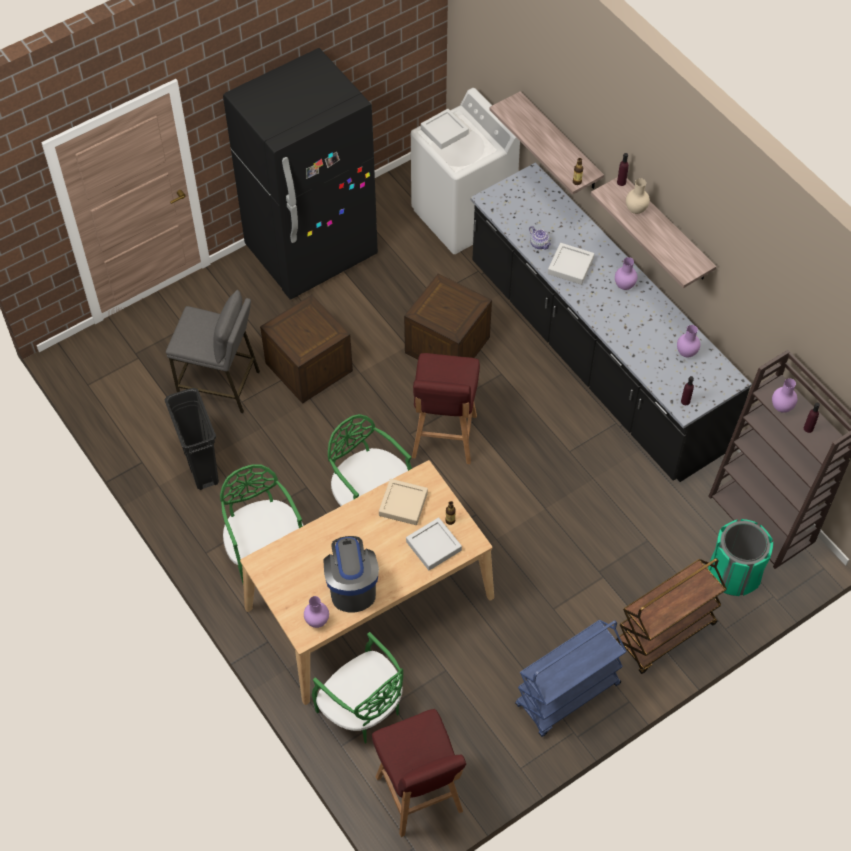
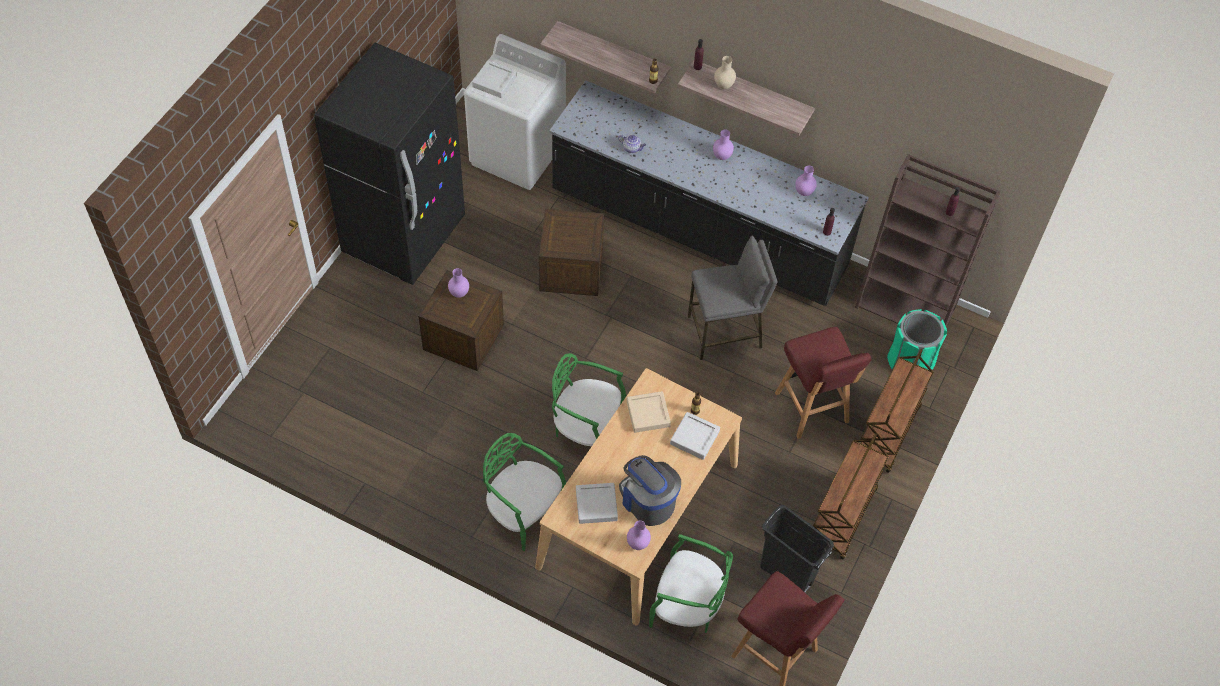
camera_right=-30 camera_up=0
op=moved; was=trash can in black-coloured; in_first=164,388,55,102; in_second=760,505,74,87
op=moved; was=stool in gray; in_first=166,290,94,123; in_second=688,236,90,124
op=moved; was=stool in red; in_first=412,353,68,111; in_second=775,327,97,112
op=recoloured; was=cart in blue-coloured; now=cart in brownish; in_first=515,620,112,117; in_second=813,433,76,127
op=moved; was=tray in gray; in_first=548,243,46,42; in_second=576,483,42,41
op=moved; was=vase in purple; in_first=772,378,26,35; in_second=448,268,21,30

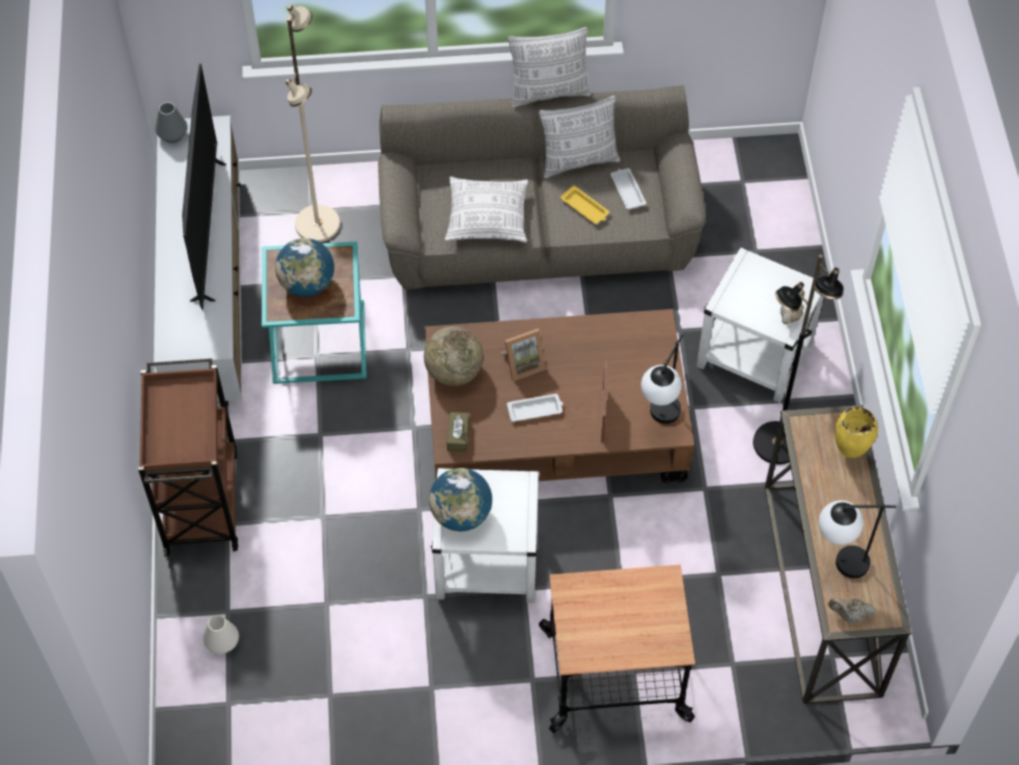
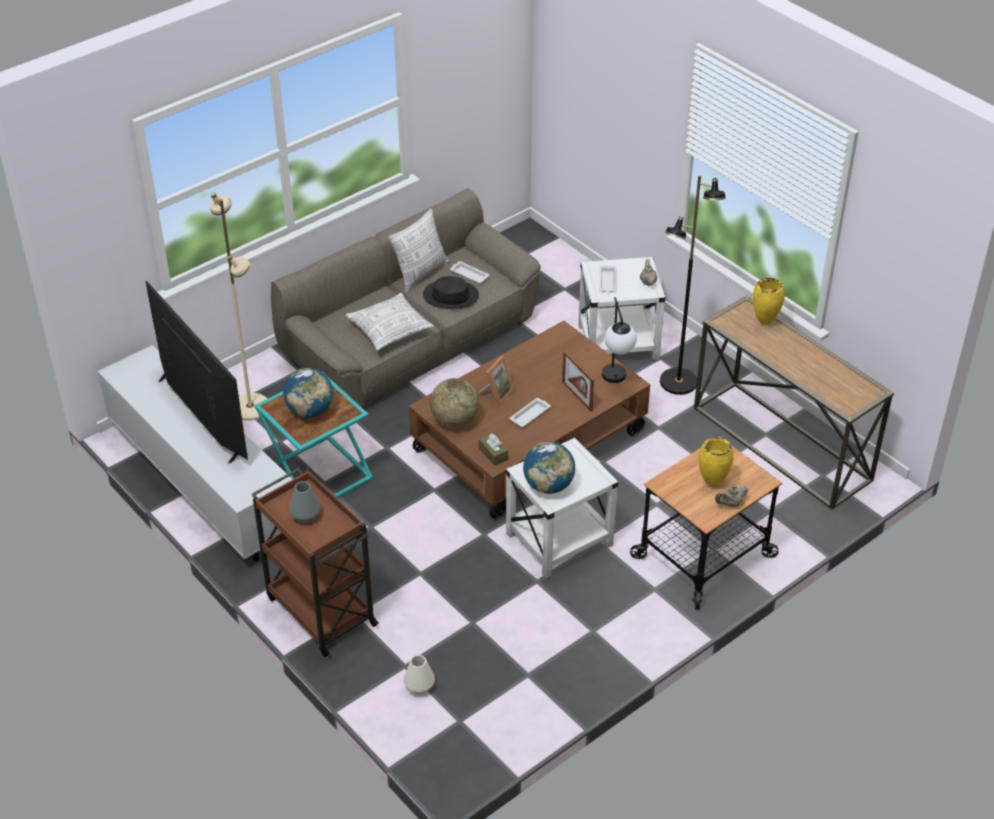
camera_right=-35 camera_up=-15
op=moved; was=vase in gray; in_first=155,102,33,41; in_second=289,481,32,42
op=removed; was=throw pillow; in_first=508,27,83,81
op=replaced; was=tray in yellowish; now=hat in black-coloured; in_first=560,186,49,38; in_second=423,276,56,33
op=removed; was=lamp for a table; in_first=819,500,77,78
op=moved; was=teapot in beige; in_first=828,598,48,25; in_second=715,485,33,22
op=added; now=tray in whitish; in_second=599,266,18,27
op=added; now=vase in yellowish; in_second=699,437,35,50

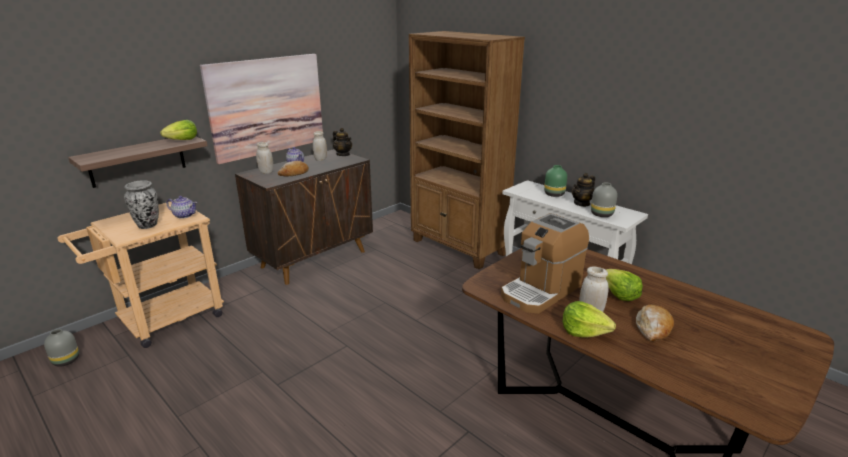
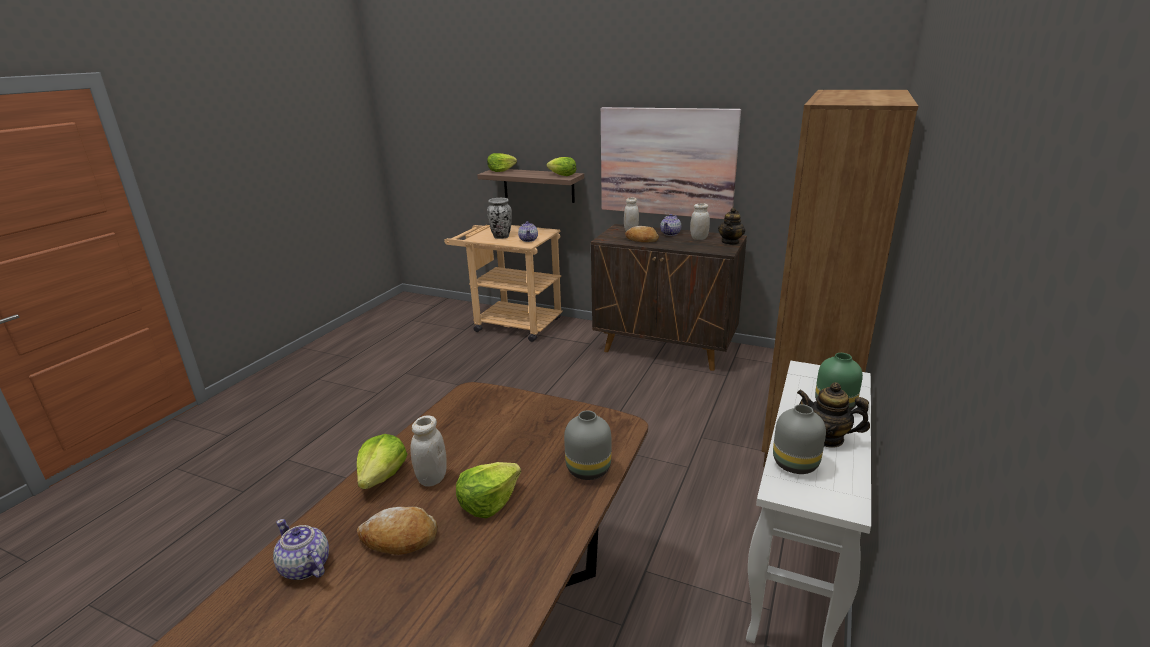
camera_right=70 camera_up=0
op=moved; was=vase in gray; in_first=44,329,35,38; in_second=564,411,47,69
op=removed; was=coffee maker; in_first=501,213,88,101
op=added; now=teapot; in_second=273,519,56,61
op=added; now=lettuce; in_second=487,153,30,19

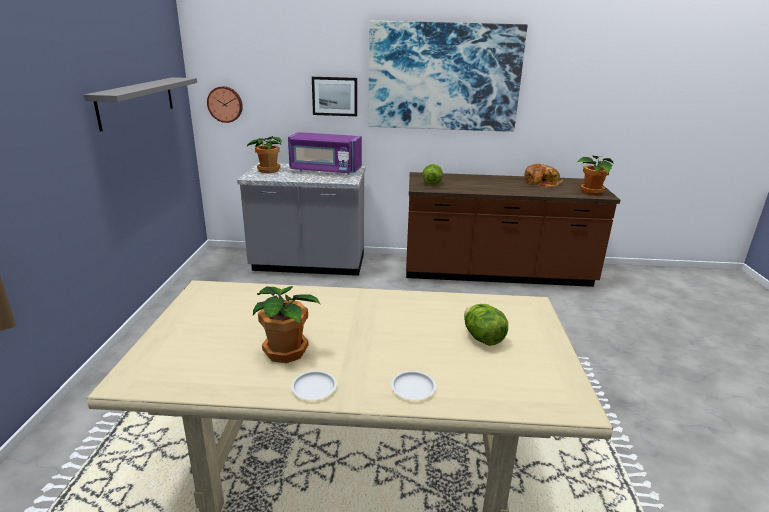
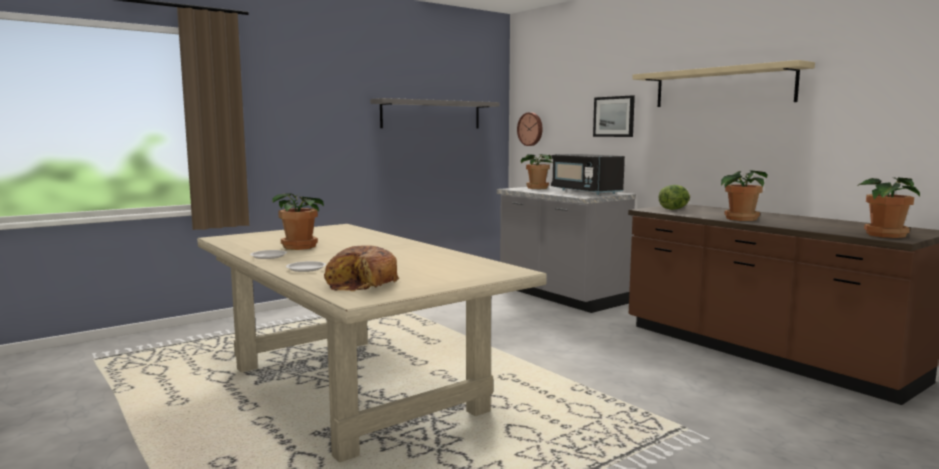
camera_right=50 camera_up=-15
op=recoloured; was=kitchen microwave in purple; now=kitchen microwave in black-coloured; in_first=288,132,74,43; in_second=551,154,74,41
op=replaced; was=wall picture; now=bracket shelf in beige; in_first=369,21,159,111; in_second=632,60,183,47
op=removed; was=lettuce; in_first=464,304,44,42
op=moved; was=bakery bread; in_first=524,164,39,23; in_second=324,246,75,45
op=added; now=potted plant; in_second=721,171,47,50

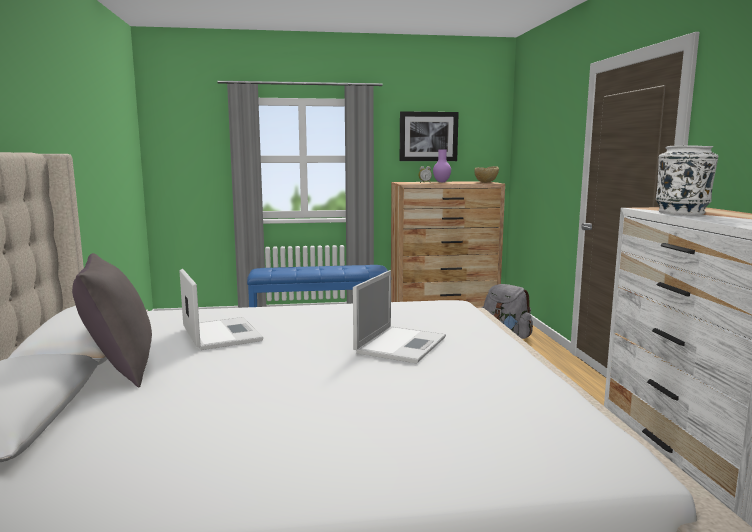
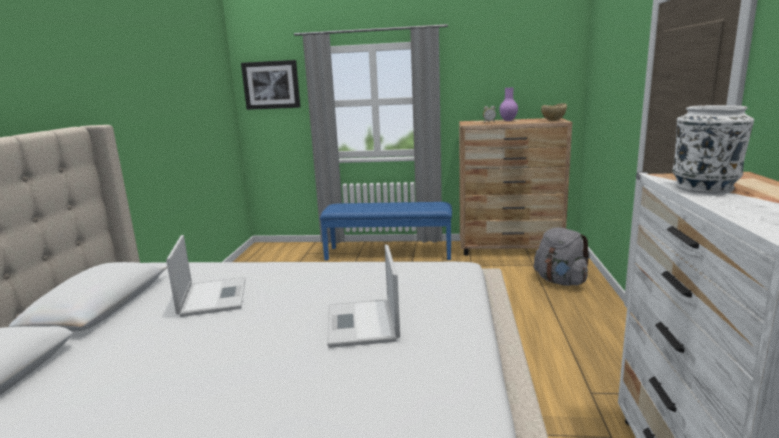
camera_right=15 camera_up=5
op=removed; was=throw pillow in gray; in_first=72,253,80,135
op=turned; was=notebook computer; in_first=353,270,93,93; in_second=327,245,73,103; clockwise=135
op=moved; was=wall picture; in_first=400,111,59,50; in_second=241,60,59,50

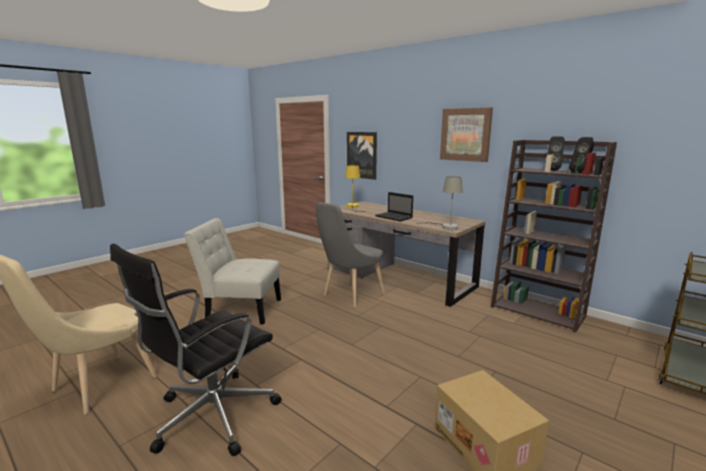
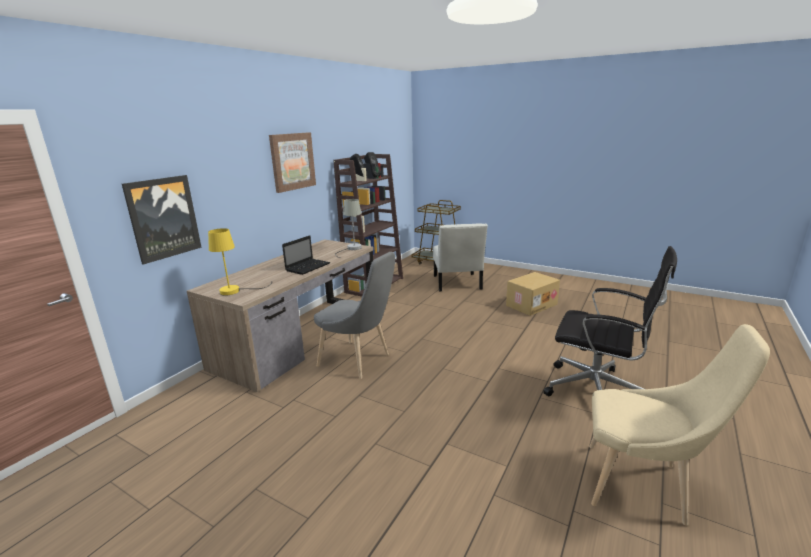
camera_right=-100 camera_up=5
op=moved; was=upright chair in whitish; in_first=184,218,97,107; in_second=433,223,55,69

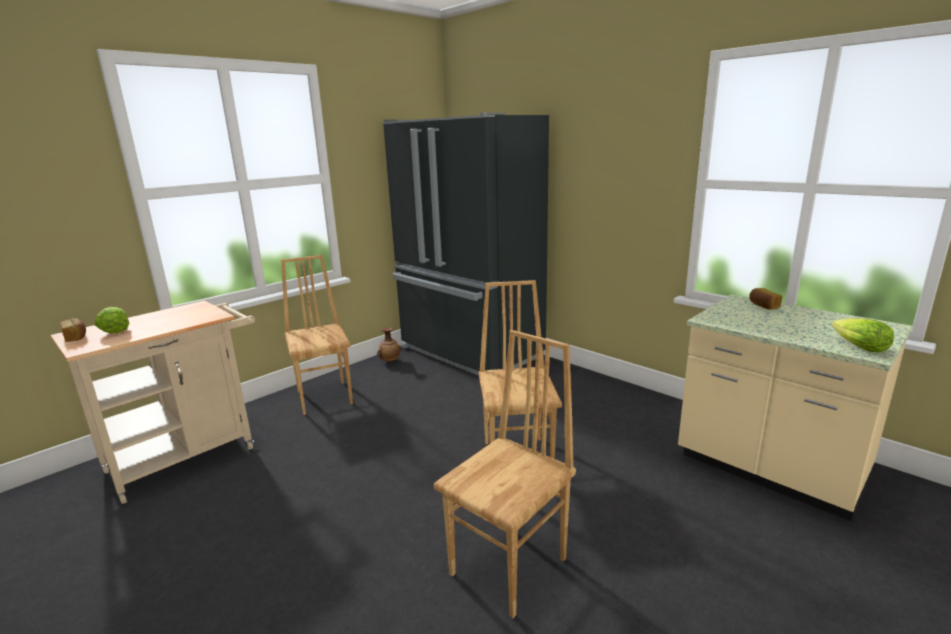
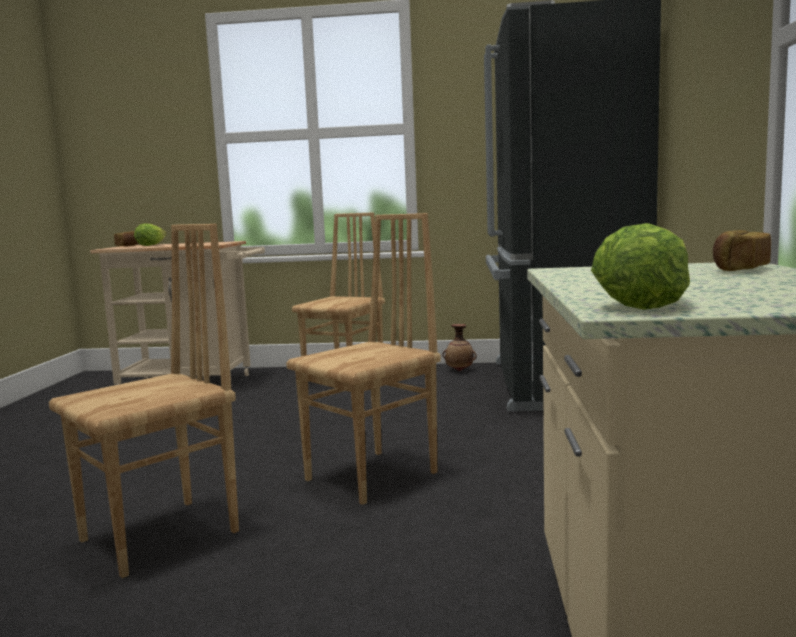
camera_right=50 camera_up=-10
op=turned; was=upright chair in brownish; in_first=434,330,142,288; in_second=49,224,190,354; clockwise=-45

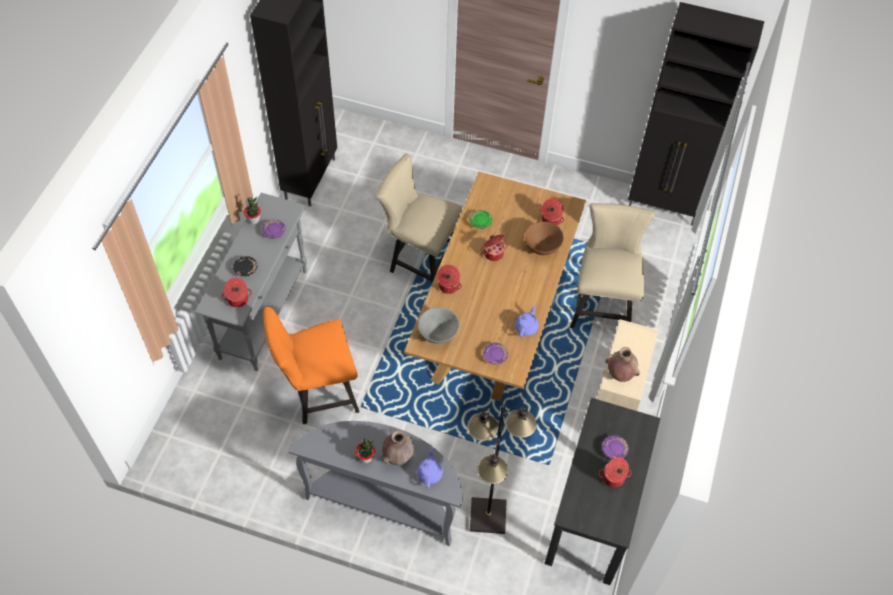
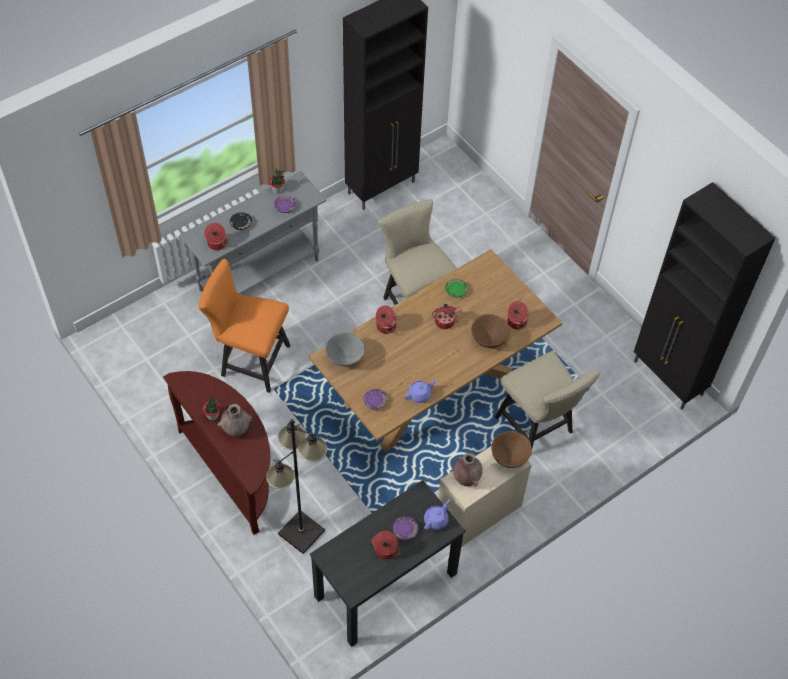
camera_right=35 camera_up=0
op=recoloured; was=hall table in gray; now=hall table in brownish; in_first=288,421,175,125; in_second=163,371,107,164
op=moved; was=teapot in purple; in_first=417,447,26,41; in_second=424,499,26,31
op=turned; was=upright chair in beige; in_first=570,203,85,125; in_second=495,351,105,97; clockwise=105
op=added; now=serving bowl in brownish; in_second=491,431,41,37

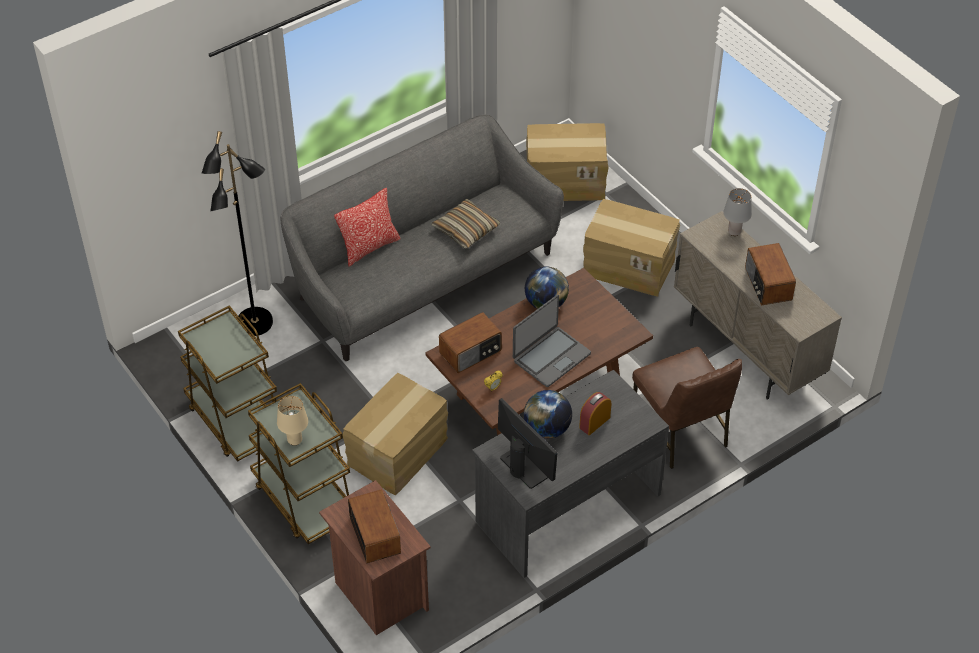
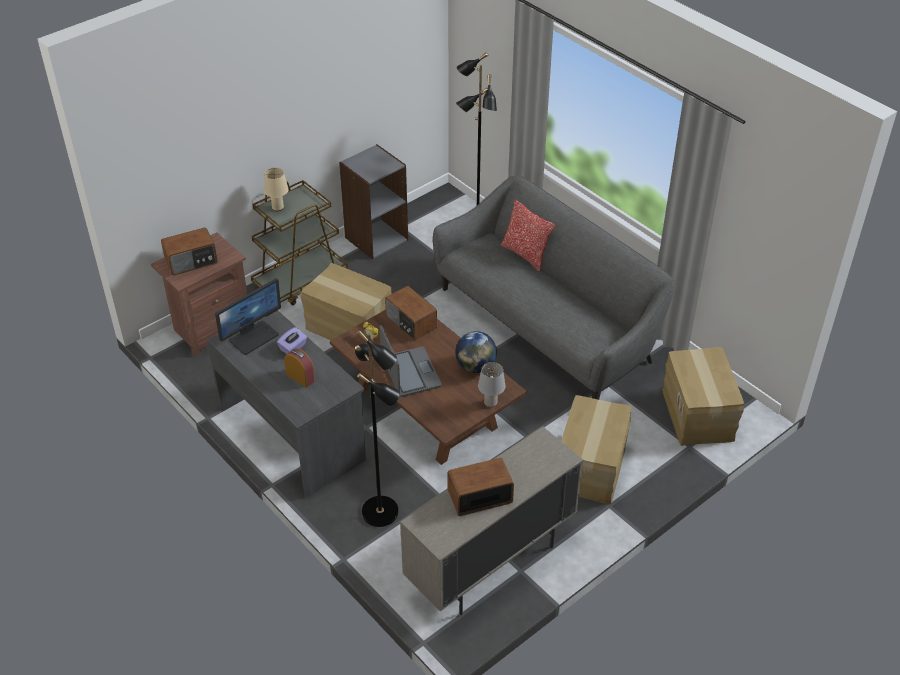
camera_right=85 camera_up=-5
op=replaced; was=cart in brownish; now=bookcase in gray; in_first=178,305,99,157; in_second=339,144,69,115
op=removed; was=throw pillow; in_first=431,199,69,50
op=turned; was=notebook computer; in_first=513,295,78,92; in_second=380,325,62,72; clockwise=-150
op=replaced; was=world globe; now=tissue box in purple; in_first=524,390,48,49; in_second=277,327,30,27
op=replaced; was=upright chair in brownish; now=floor lamp in black-coloured; in_first=632,347,110,122; in_second=355,330,44,197
op=moved; was=lamp for a table in gray; in_first=723,188,29,48; in_second=478,362,27,45

